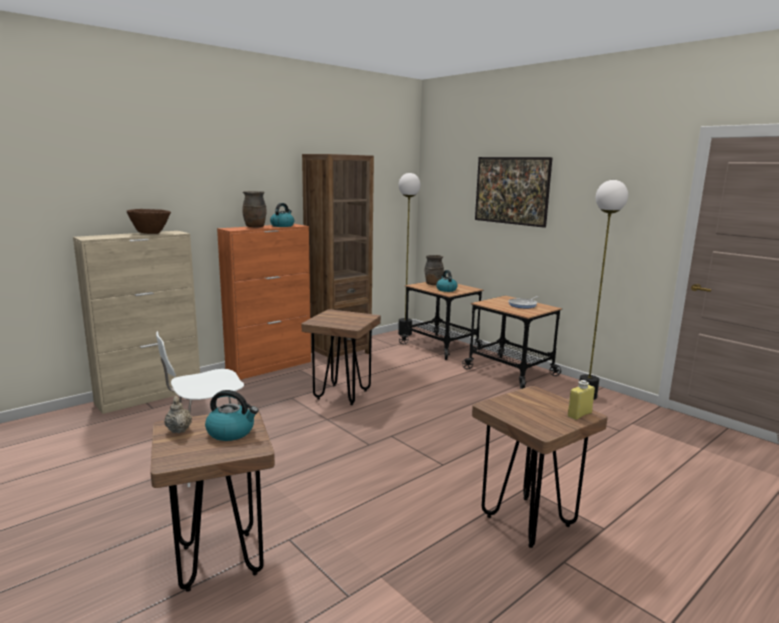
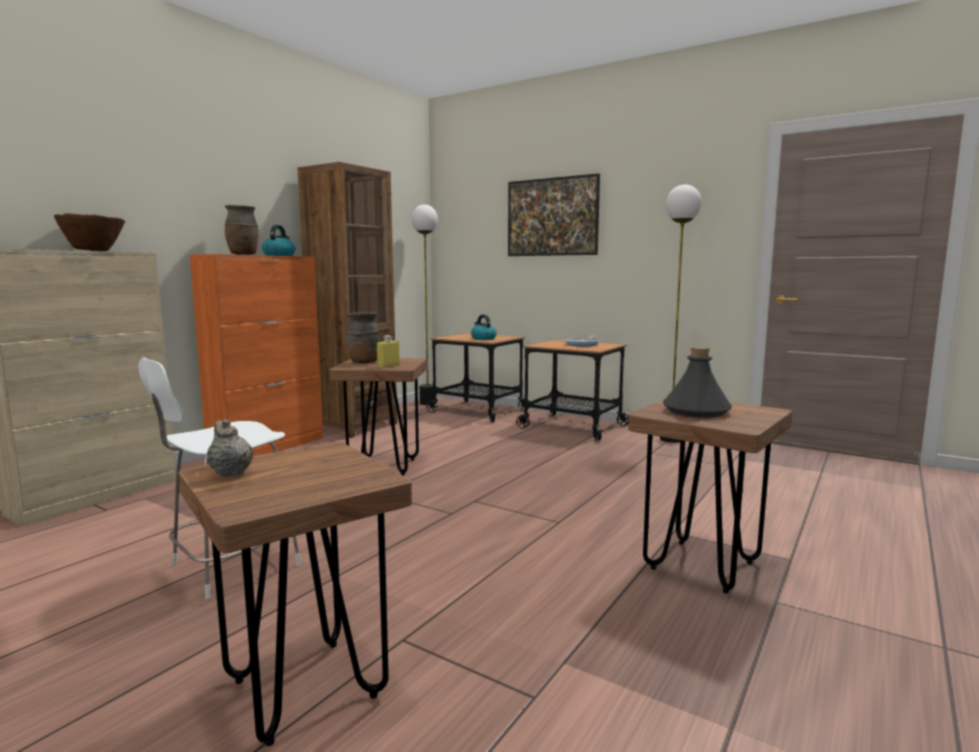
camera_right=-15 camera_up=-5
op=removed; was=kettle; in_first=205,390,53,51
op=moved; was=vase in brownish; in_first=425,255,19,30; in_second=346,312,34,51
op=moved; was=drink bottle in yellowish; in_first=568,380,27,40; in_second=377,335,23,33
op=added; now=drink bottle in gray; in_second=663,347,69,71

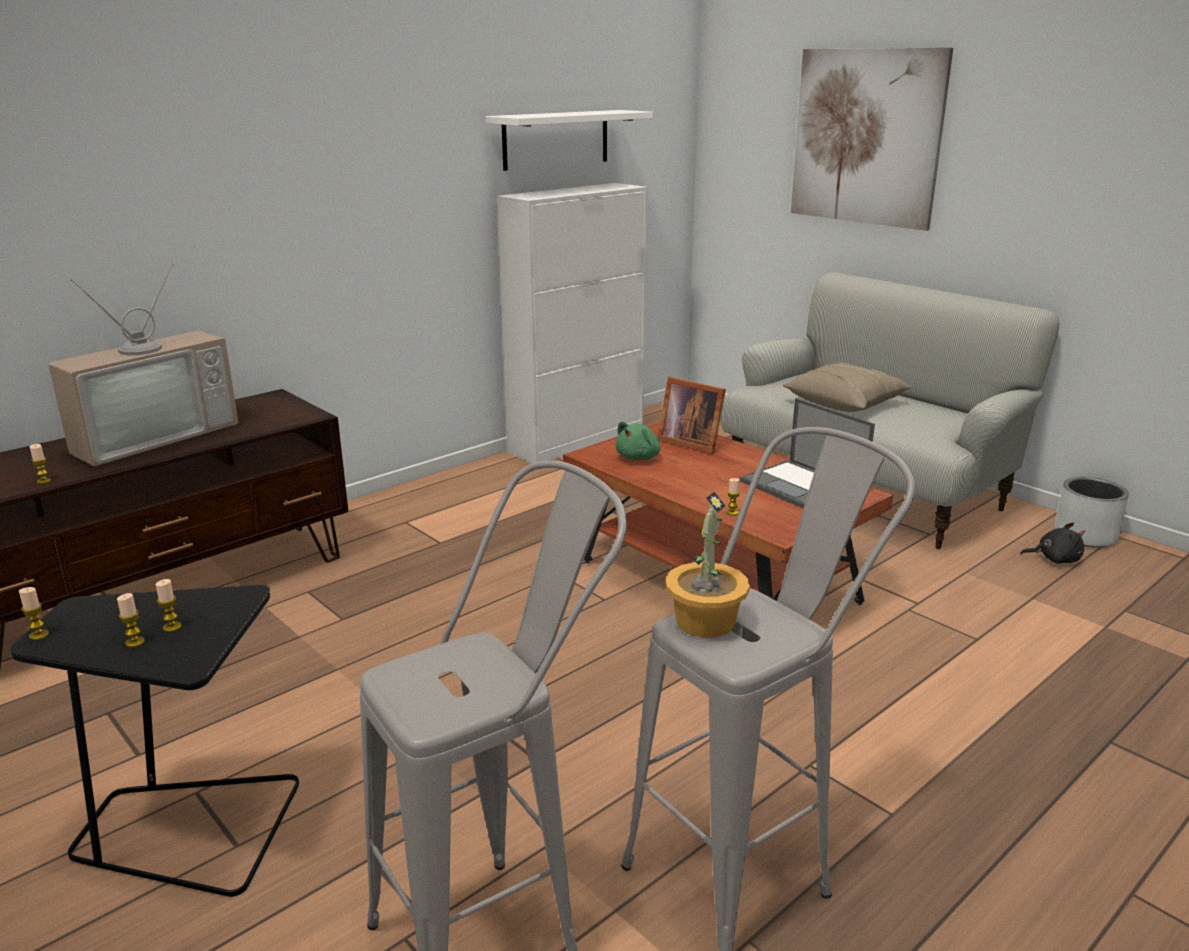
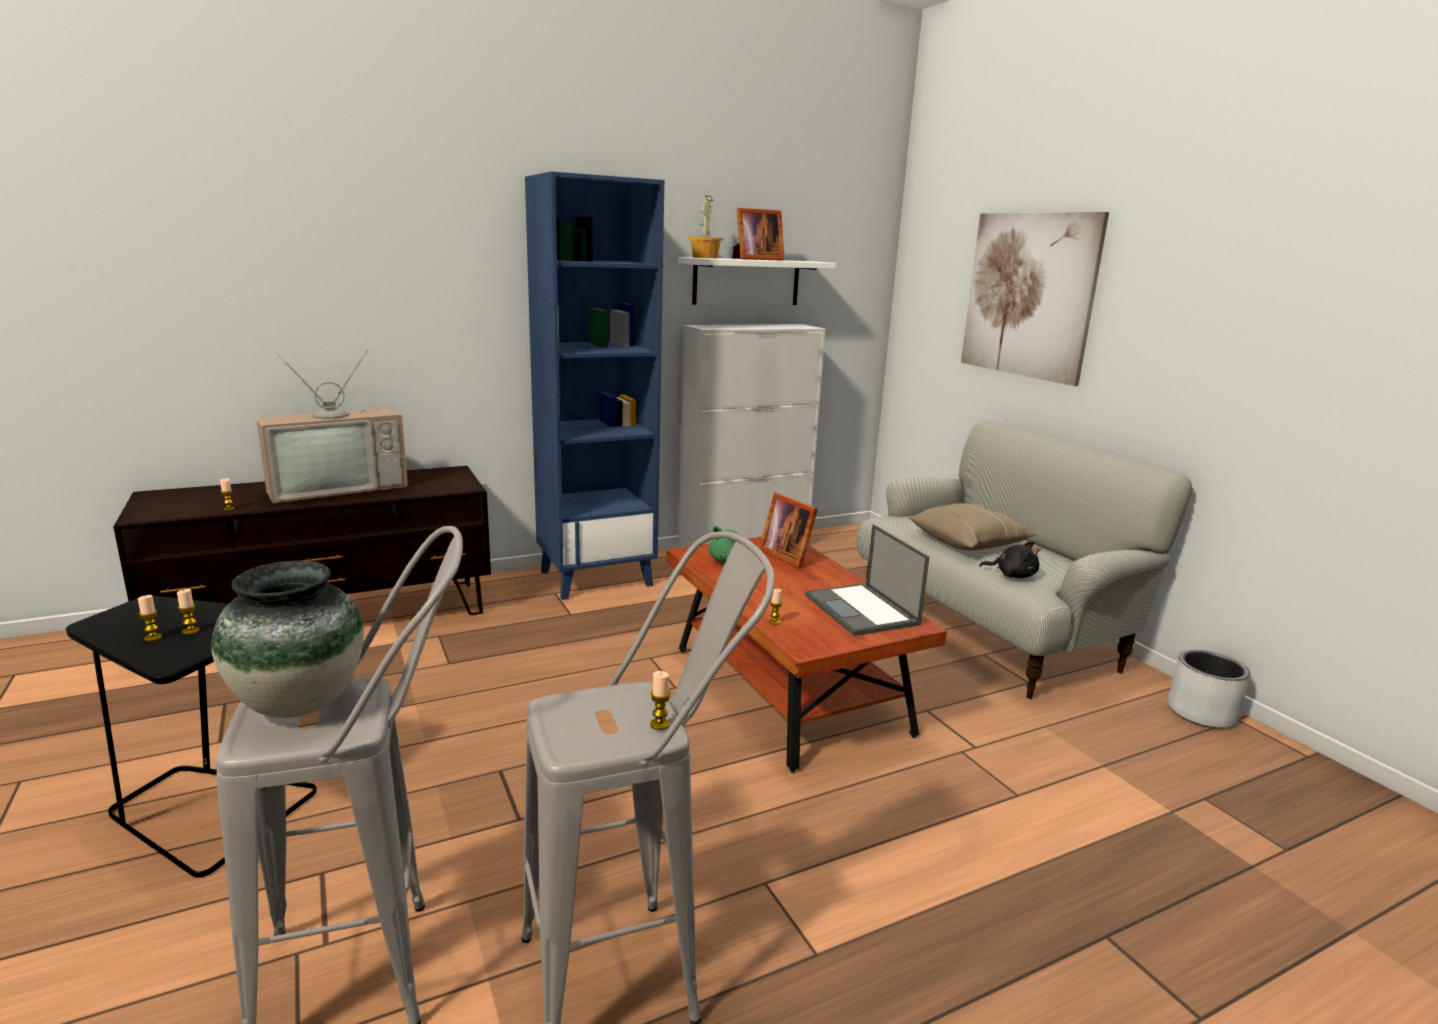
camera_right=15 camera_up=-5
op=moved; was=candle; in_first=19,587,30,53; in_second=650,671,21,59
op=moved; was=potted plant; in_first=666,492,84,146; in_second=688,195,36,63
op=moved; was=plush toy in black-coloured; in_first=1020,522,65,42; in_second=980,542,61,36
op=added; now=vase; in_second=211,560,153,158
op=added; now=bookcase in blue-coloured; in_second=525,171,139,429
op=added; now=picture frame; in_second=733,208,52,53

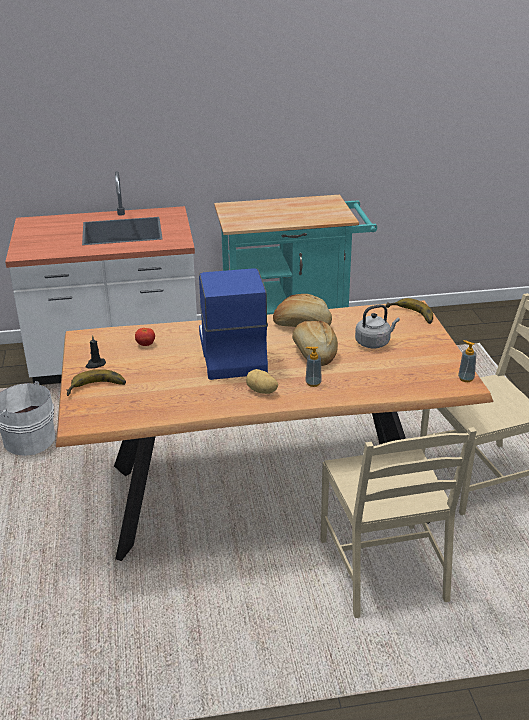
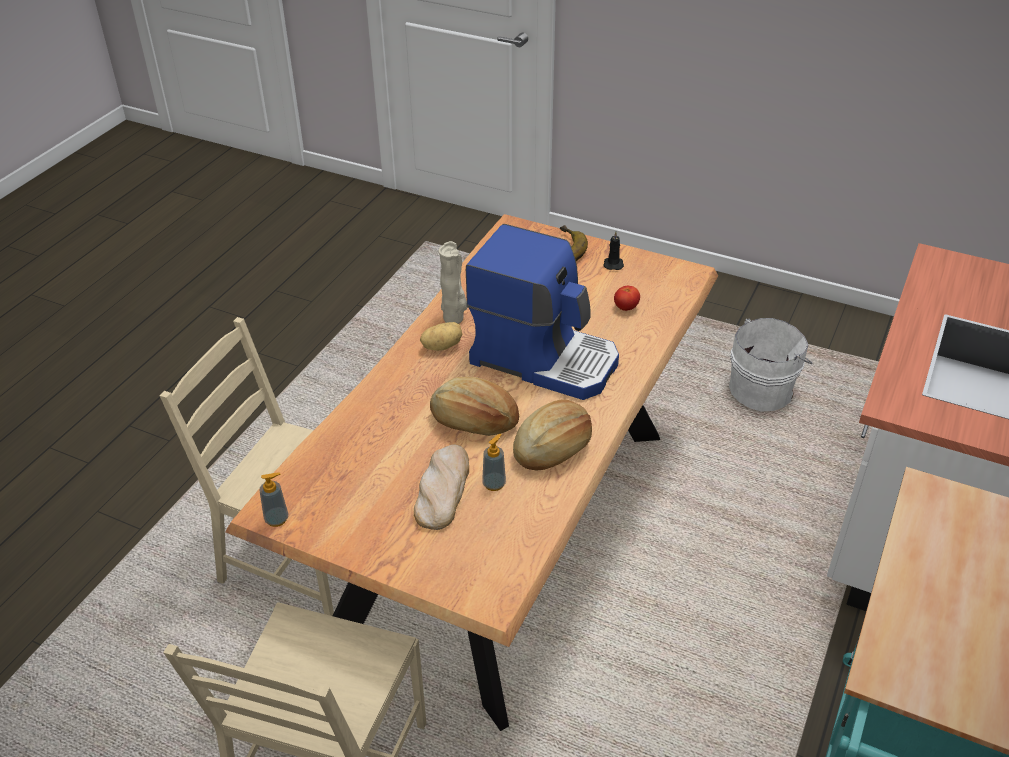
camera_right=125 camera_up=10
op=moved; was=soap dispenser; in_first=305,347,17,40; in_second=482,433,24,58
op=replaced; was=kettle in gray; now=bakery bread; in_first=355,304,45,44; in_second=414,445,55,85
op=removed; was=banana; in_first=386,298,47,26
op=added; now=vase in beige; in_second=439,241,29,83

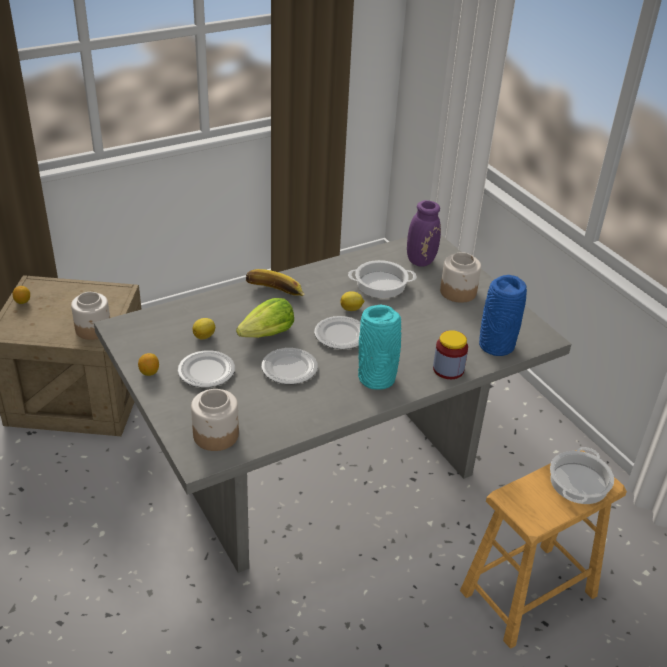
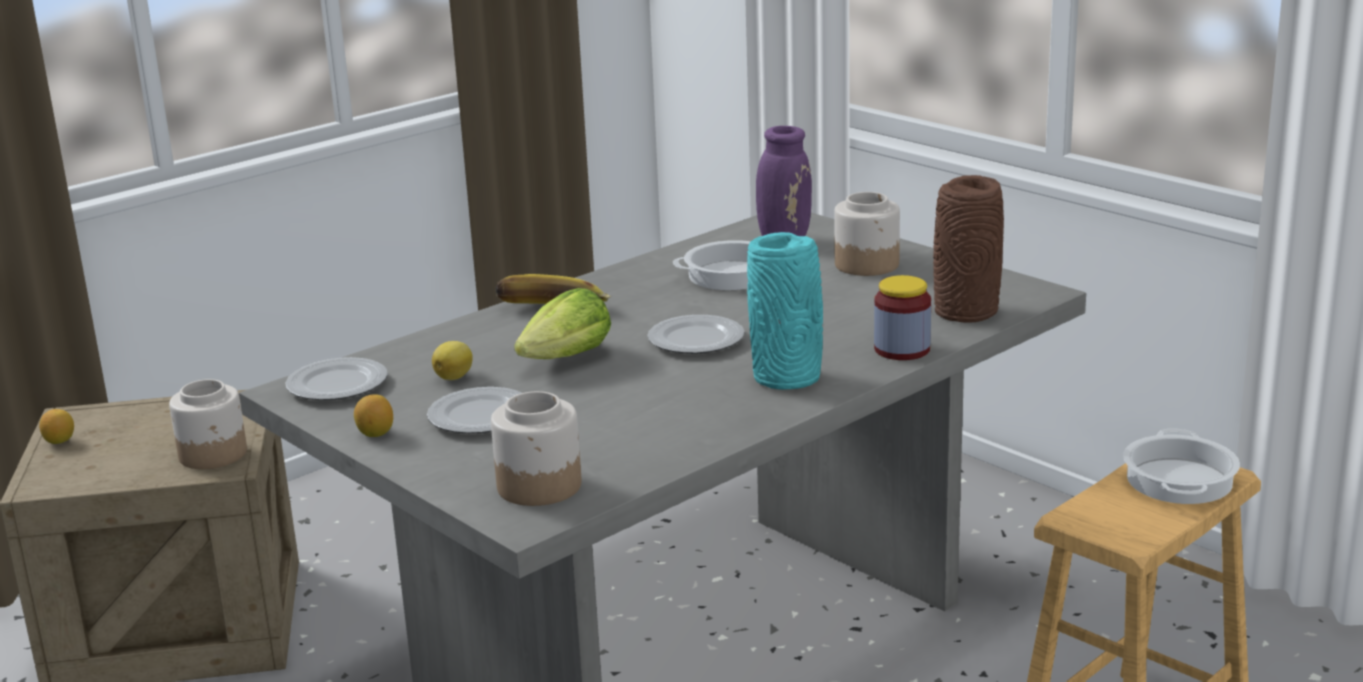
camera_right=-10 camera_up=-15
op=moved; was=plate; in_first=261,348,57,36; in_second=285,357,103,43
op=removed; was=lemon; in_first=340,291,24,20
op=recoloured; was=vase in blue-coloured; now=vase in brownish; in_first=479,275,48,81; in_second=933,175,71,148

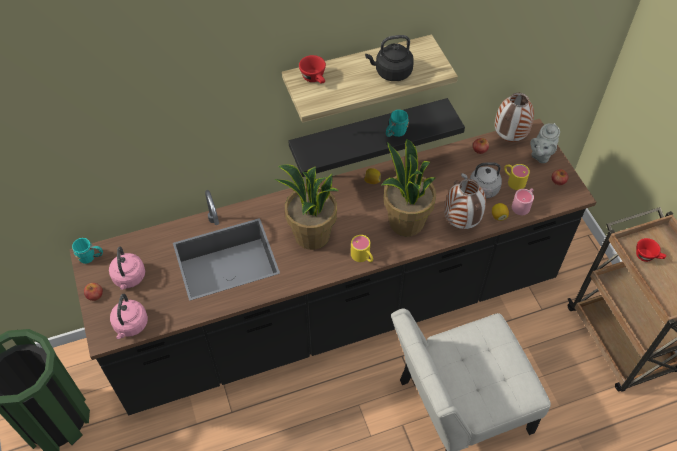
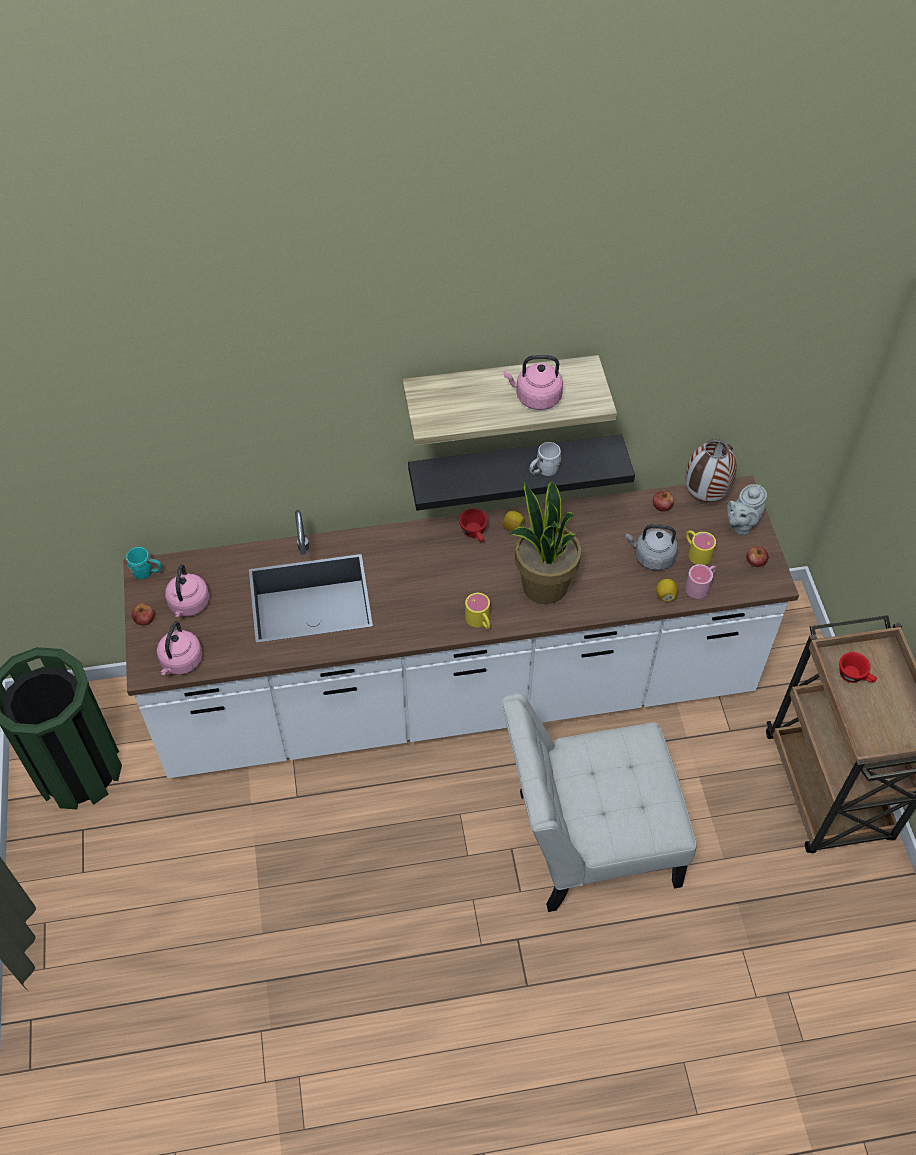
camera_right=10 camera_up=0
op=recoloured; was=kitchen counter in black-coloured; now=kitchen counter in whitish; in_first=70,119,526,296; in_second=123,475,676,303
op=removed; was=potted plant; in_first=275,164,64,86
op=moved; was=drinking cup in red; in_first=299,55,27,29; in_second=459,508,29,34
op=recoloured; was=kettle in black-coloured; now=kettle in pink; in_first=365,35,49,46; in_second=504,355,59,55
op=recoloured; was=coffee mug in turquoise-coloured; now=coffee mug in whitish; in_first=386,110,23,27; in_second=530,442,31,34
op=removed; was=vase; in_first=444,179,42,50

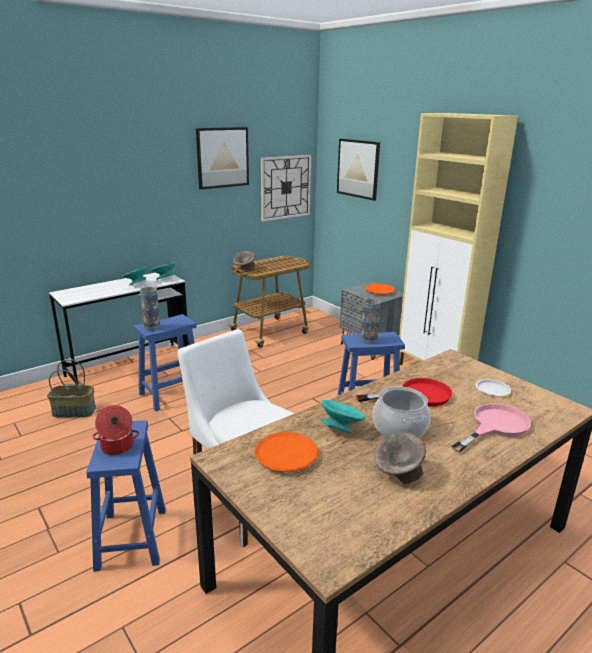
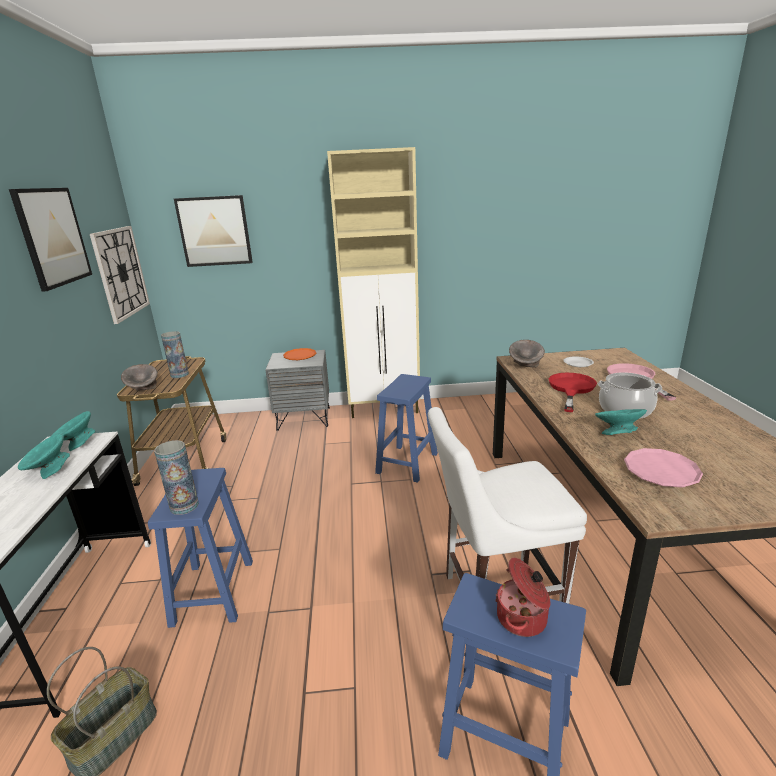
camera_right=-55 camera_up=0
op=recoloured; was=plate in orange-coloured; now=plate in pink; in_first=254,432,65,40; in_second=624,448,79,40
op=moved; was=vase; in_first=361,299,20,46; in_second=161,331,28,47
op=moved; was=serving bowl in gray; in_first=375,432,51,52; in_second=509,340,36,28

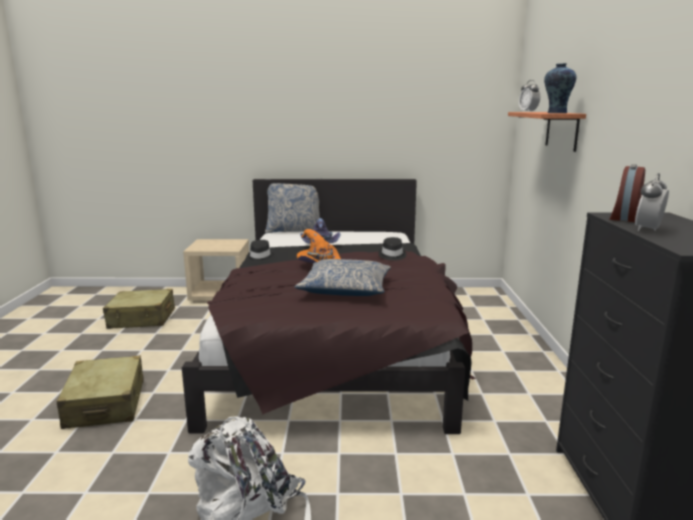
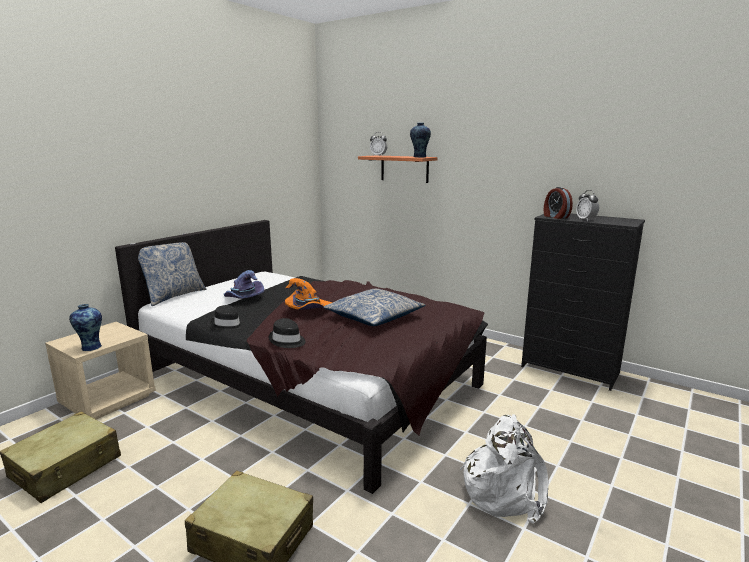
camera_right=-55 camera_up=0
op=moved; was=hat in black-coloured; in_first=378,237,29,24; in_second=269,318,37,30
op=added; now=vase; in_second=69,304,33,47

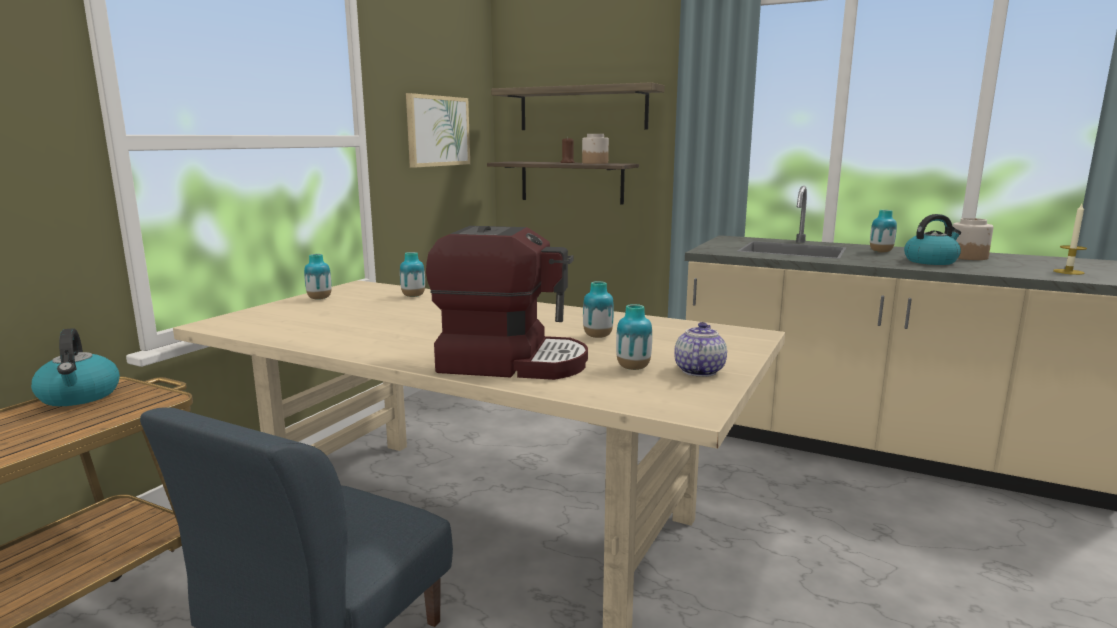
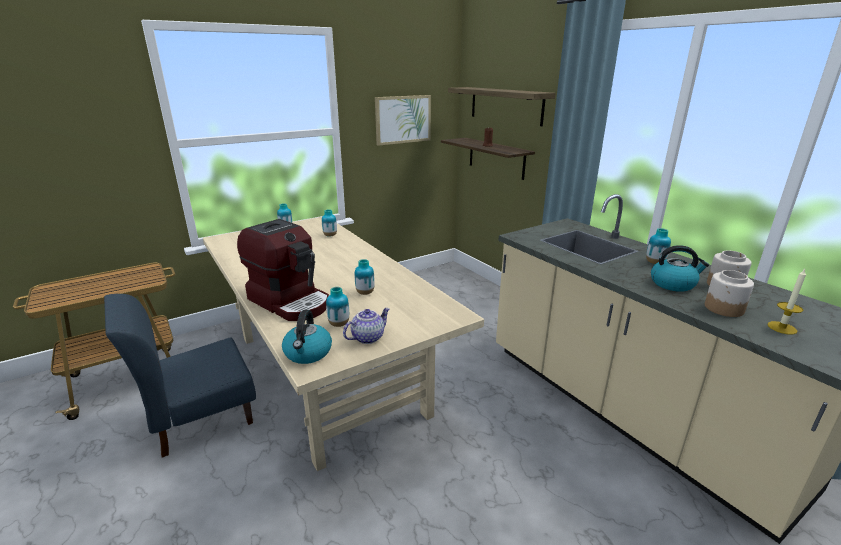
camera_right=30 camera_up=10
op=moved; was=kettle; in_first=31,328,89,78; in_second=282,310,50,54
op=moved; was=preserve jar; in_first=582,134,27,30; in_second=705,270,49,47

